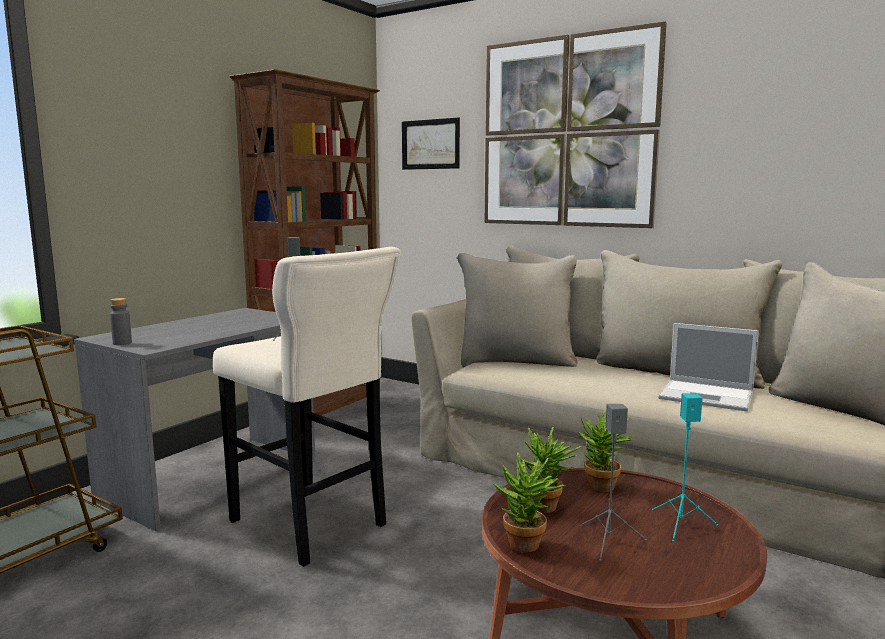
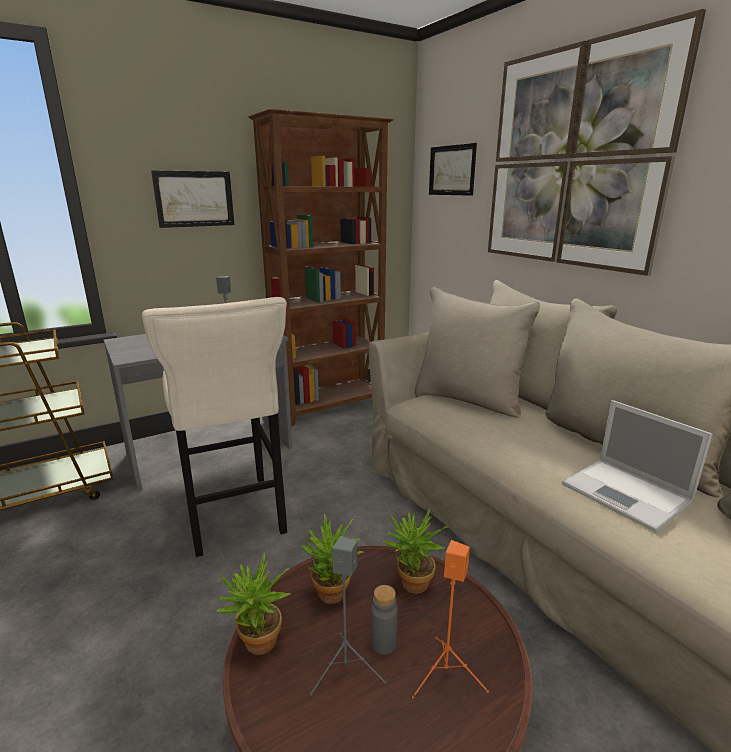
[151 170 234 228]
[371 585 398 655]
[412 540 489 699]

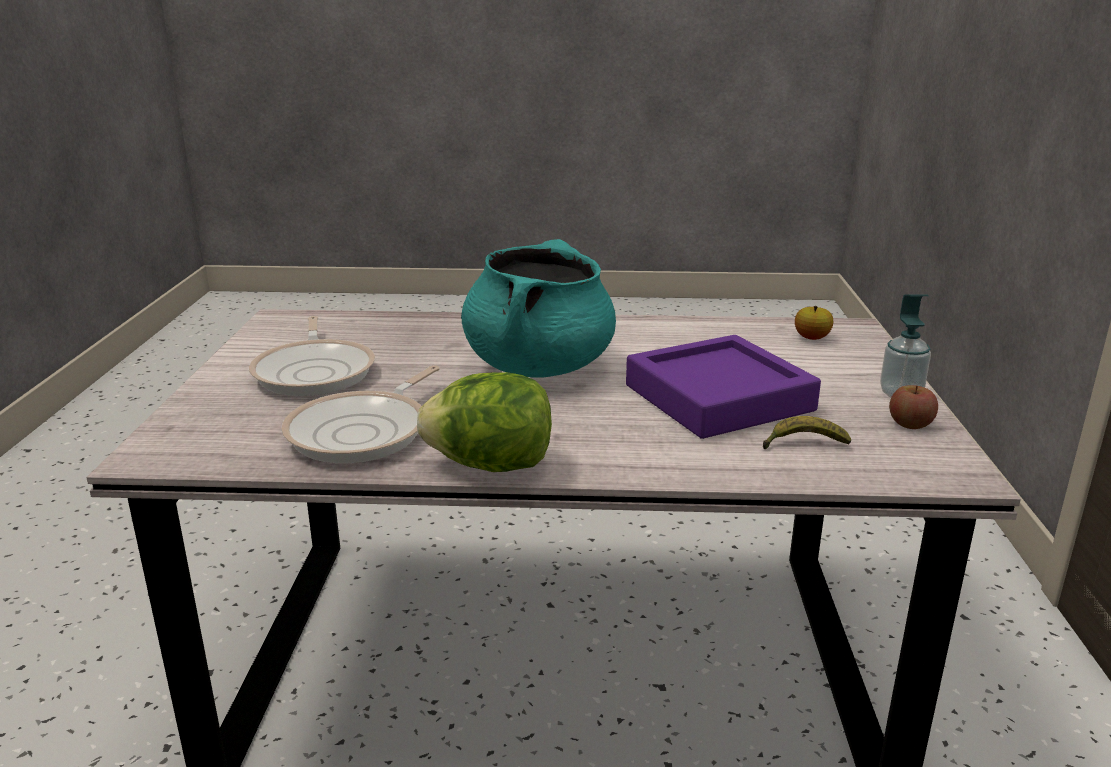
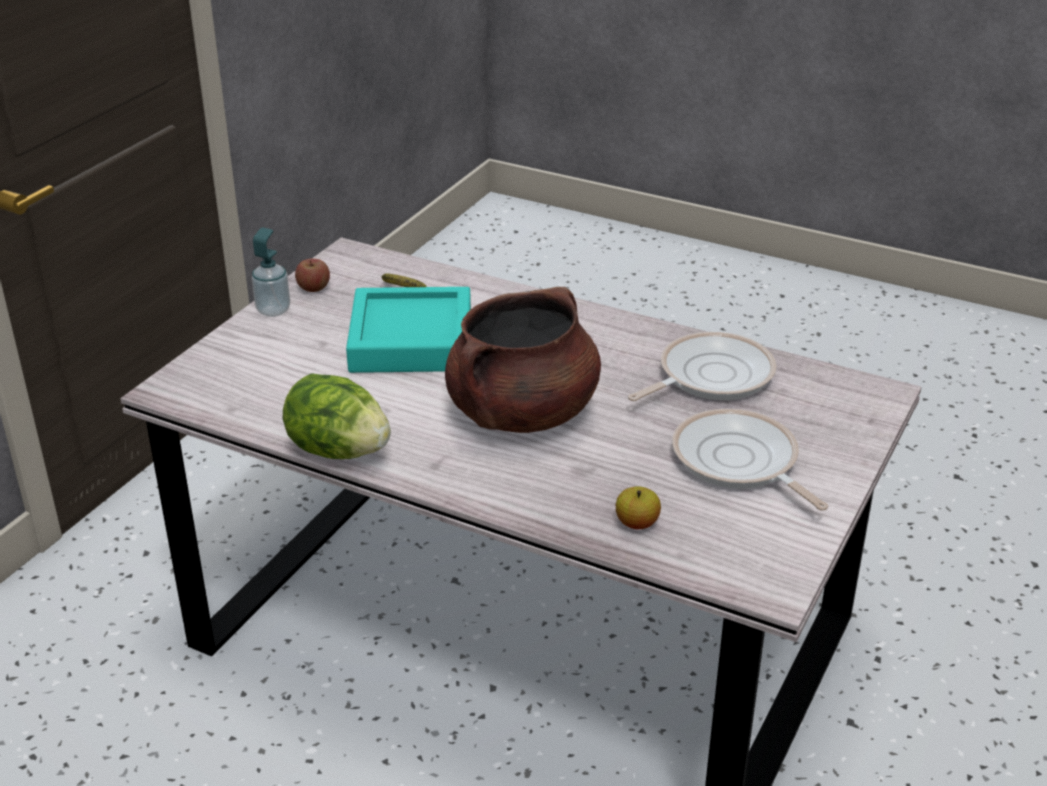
[283 373 391 459]
[346 287 471 373]
[445 287 601 433]
[616 486 661 529]
[672 409 829 511]

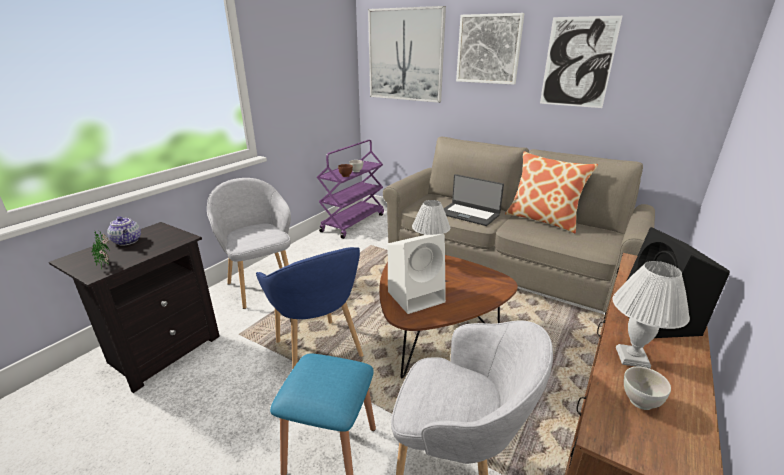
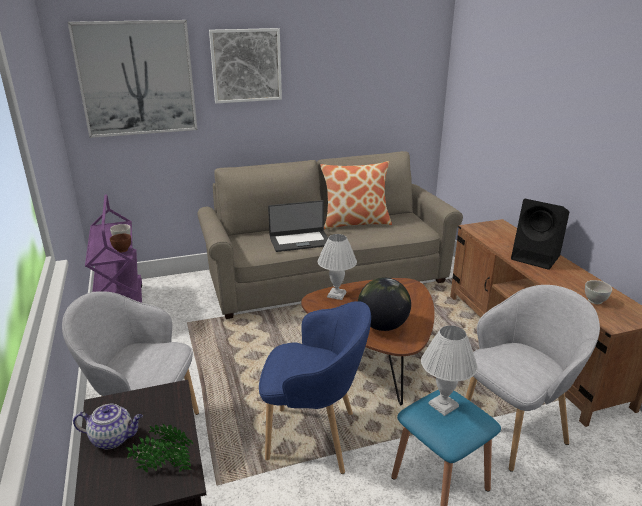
[358 278 411 331]
[421 326 478 416]
[540 16 622 108] (first image)

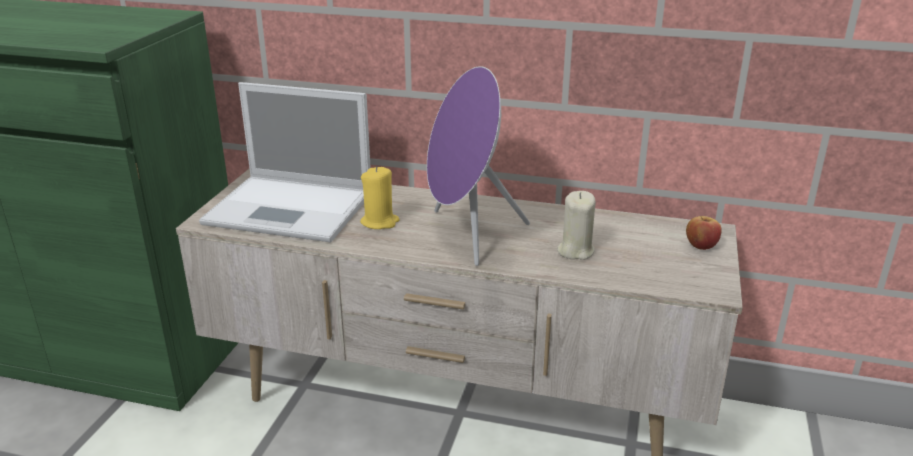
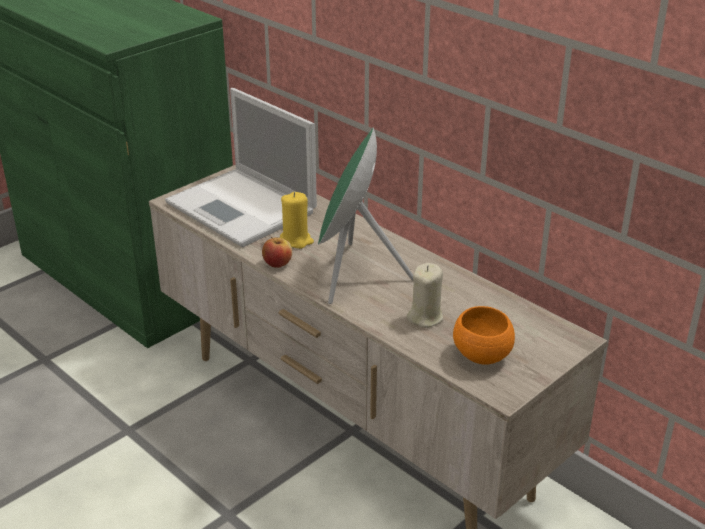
[262 237 292 268]
[318 127 413 304]
[453 306 515 365]

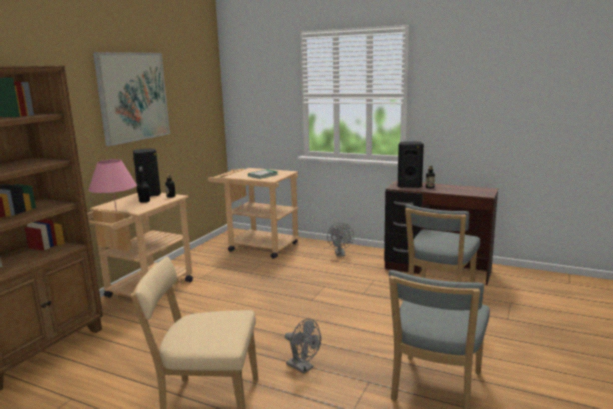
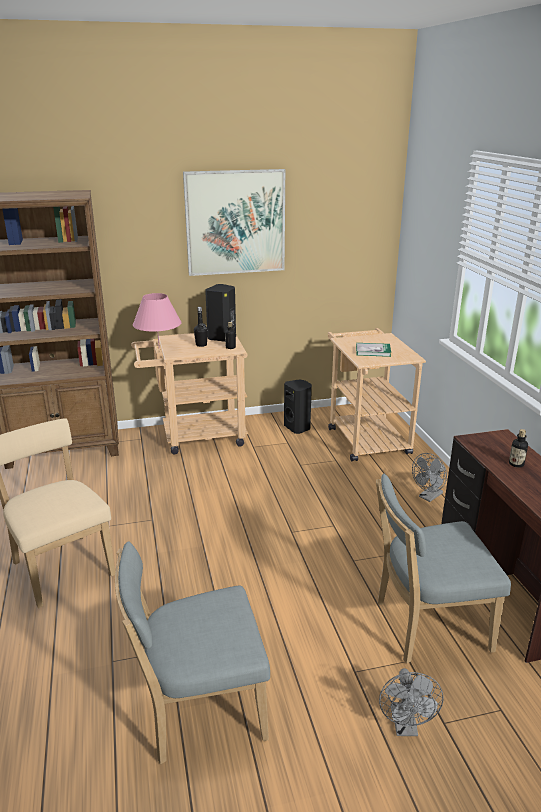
[284 379 312 434]
[379 668 444 736]

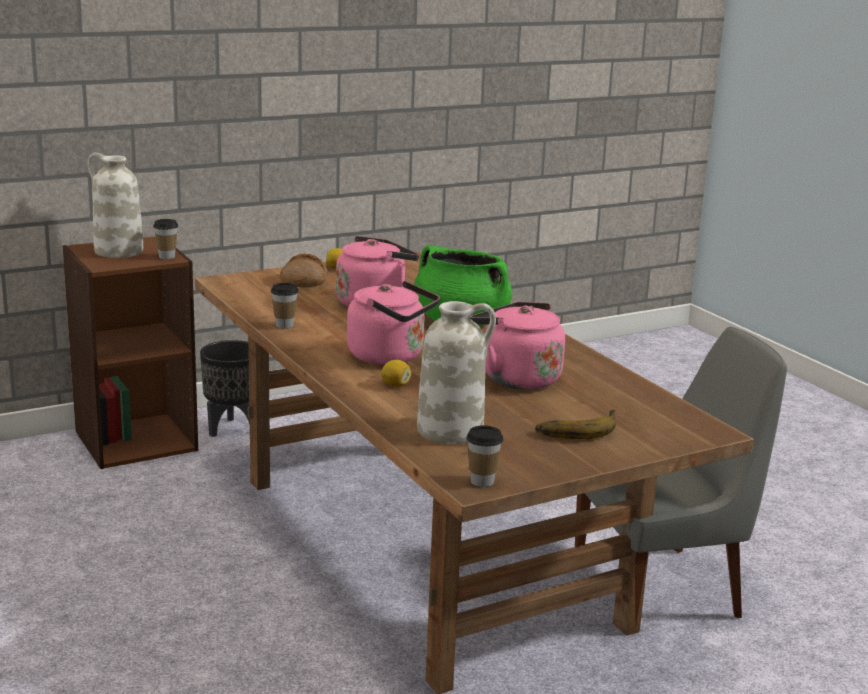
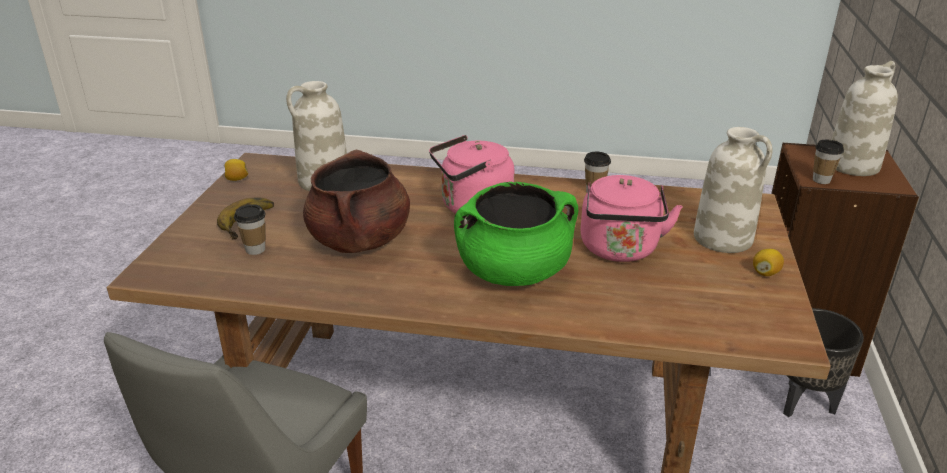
[224 159 249 181]
[234 204 266 255]
[303 150 410 253]
[694 127 773 253]

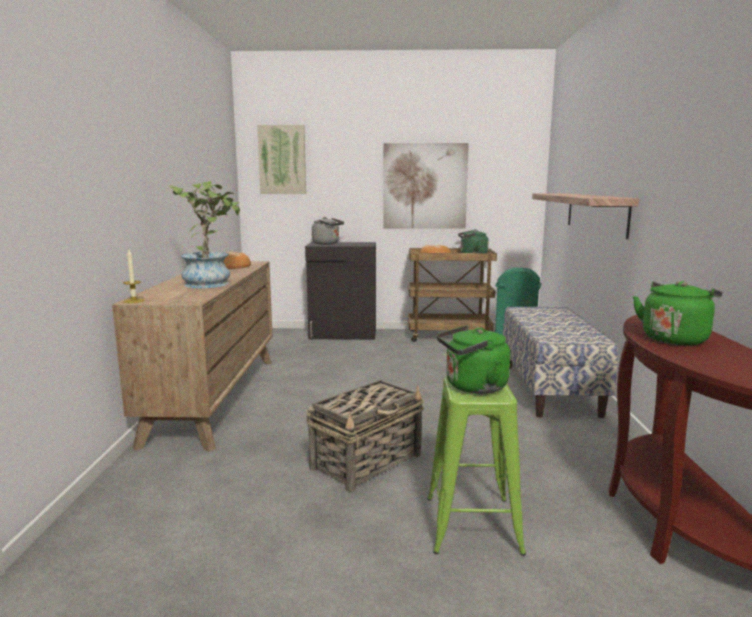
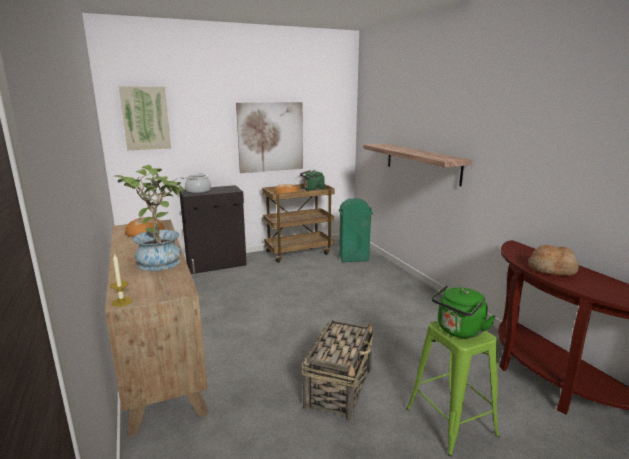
[185 173 211 194]
[528 245 579 276]
[503 307 618 418] (first image)

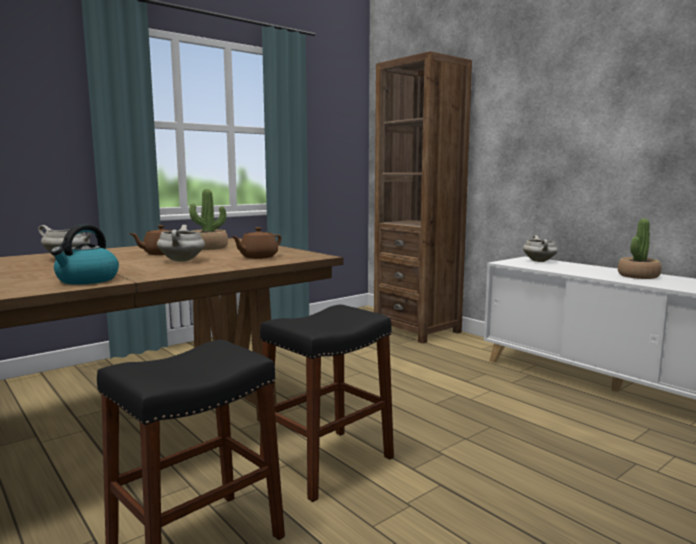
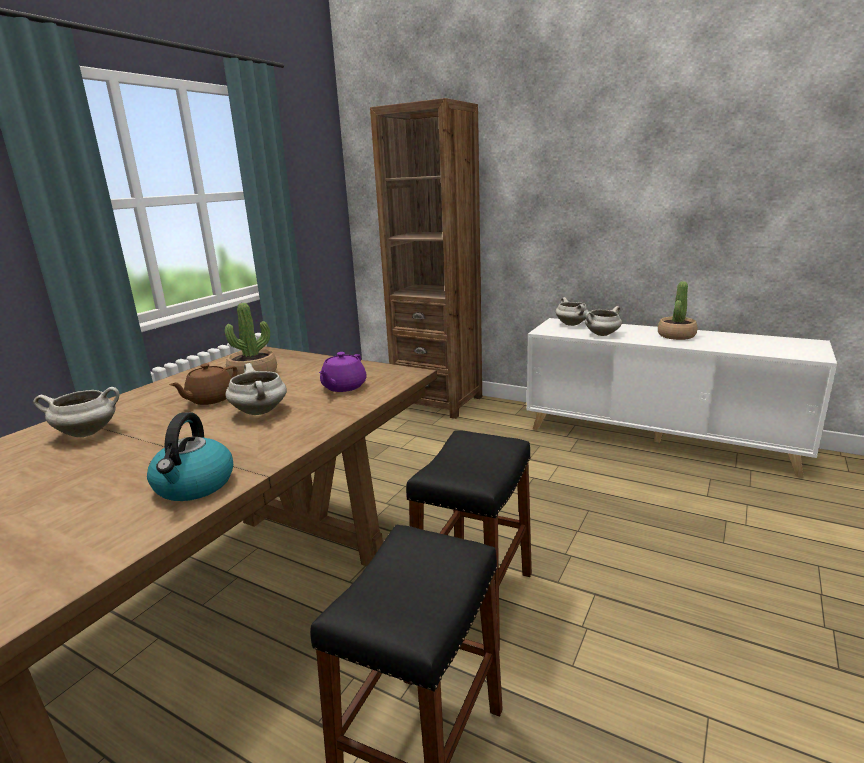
[319 352 367 392]
[585 306 622 336]

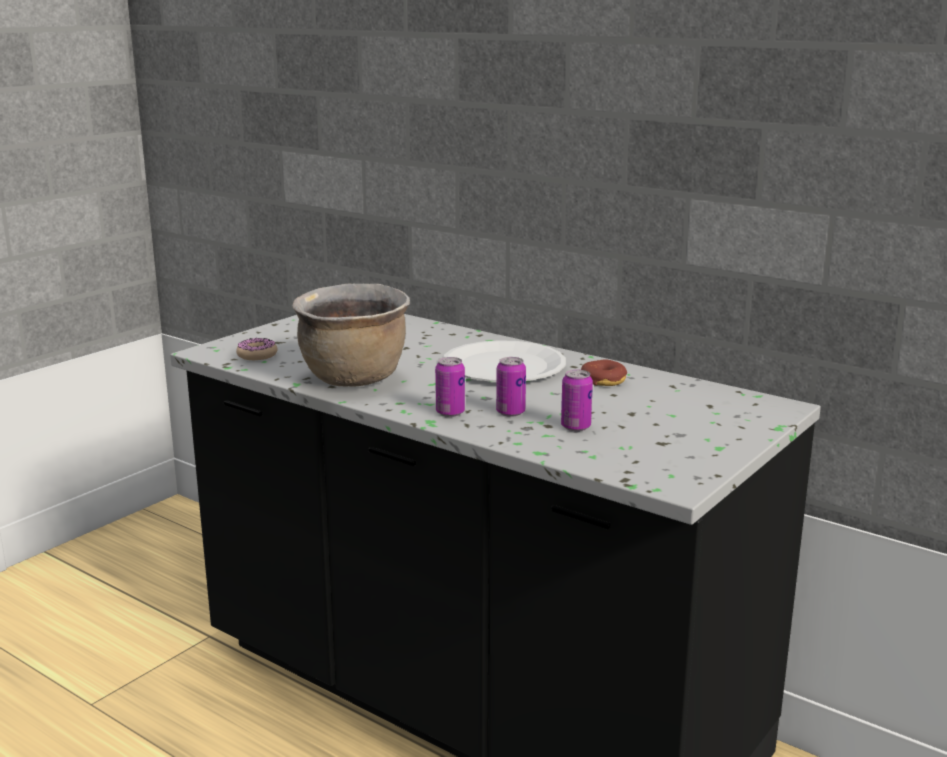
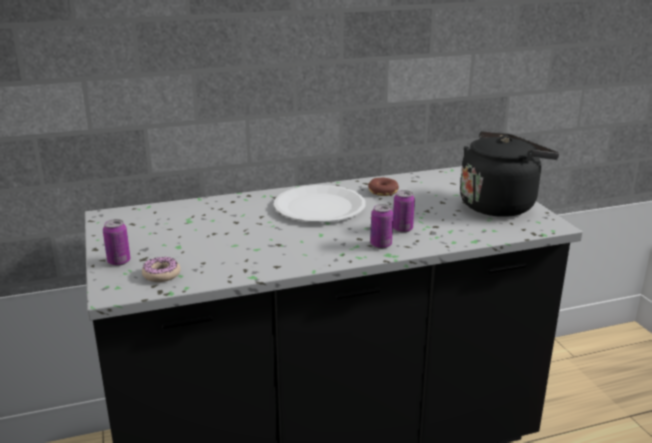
[103 219 130 266]
[460 131 560 217]
[293 283 410 387] (first image)

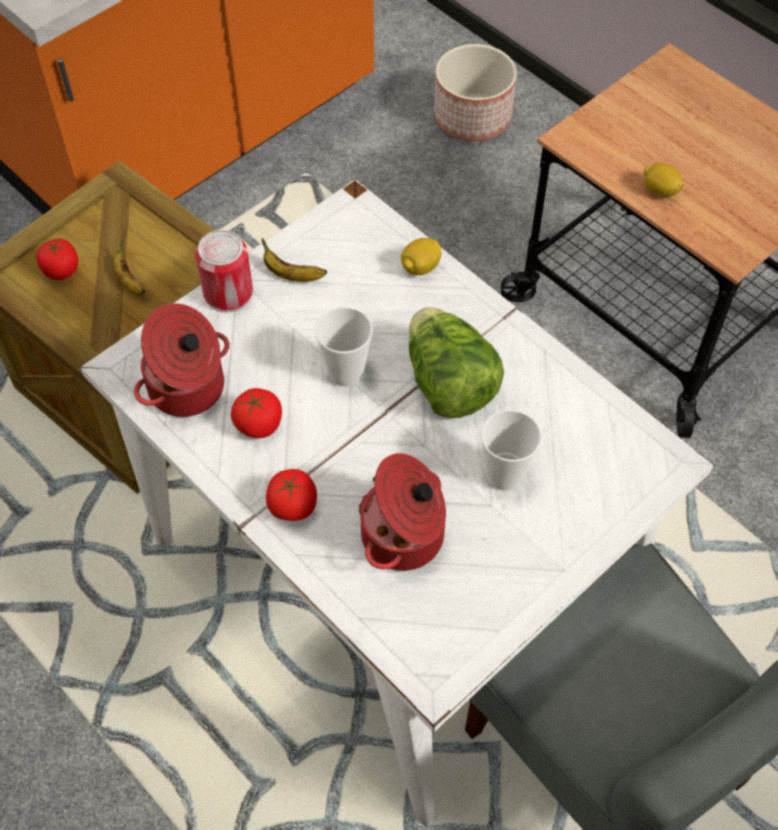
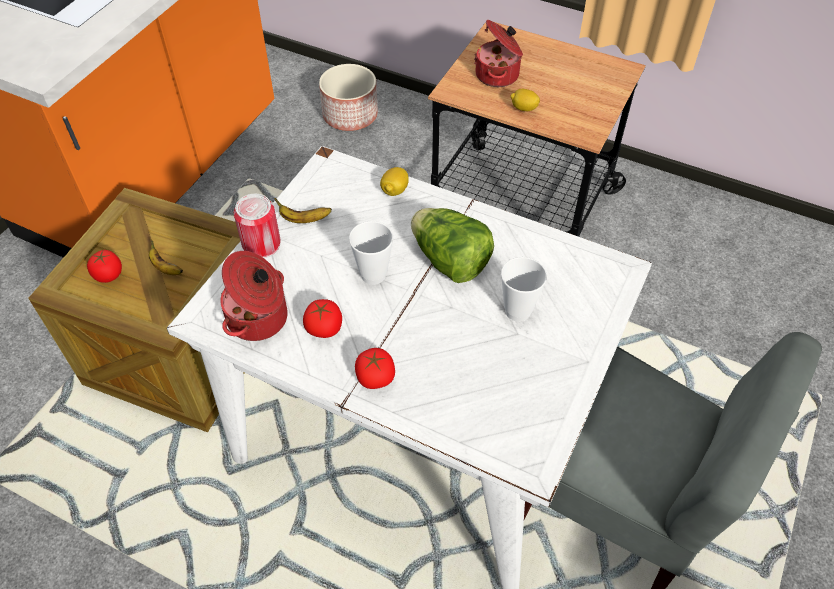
[474 20 523 87]

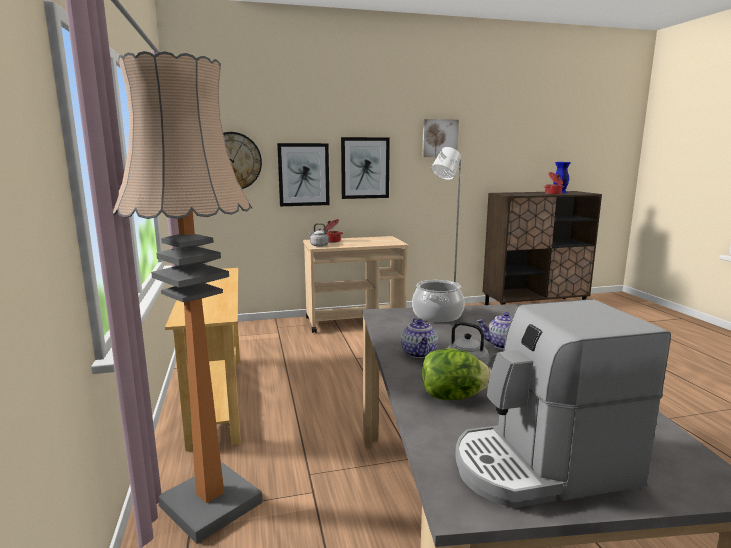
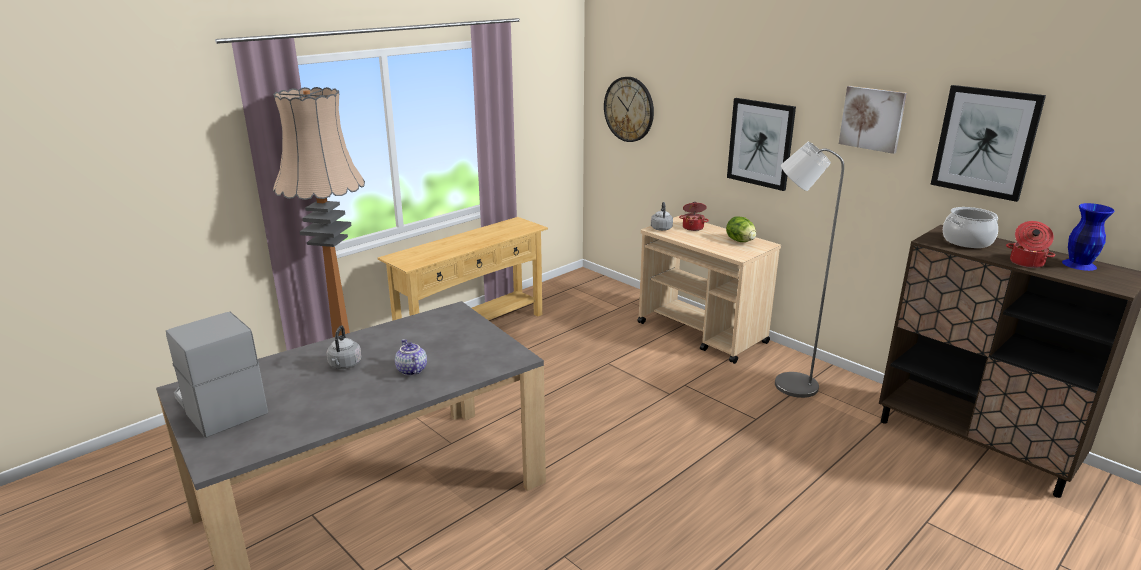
[726 216 756 242]
[930 85 1046 202]
[943 207 998 248]
[401 318 438 358] (first image)

